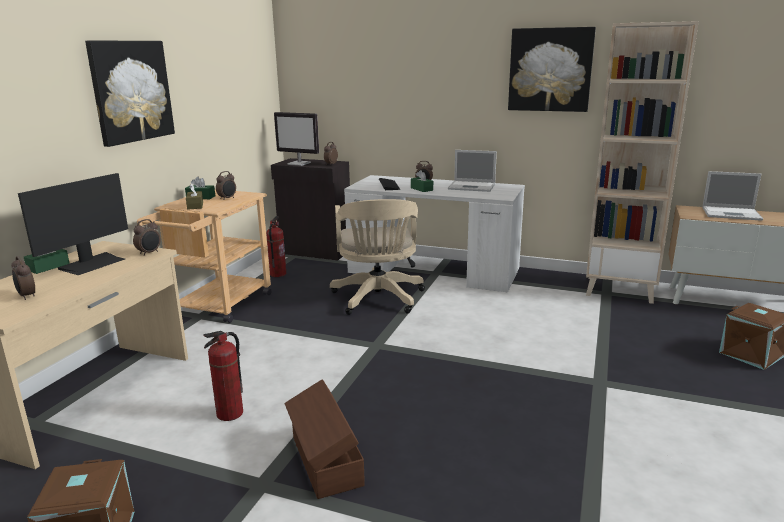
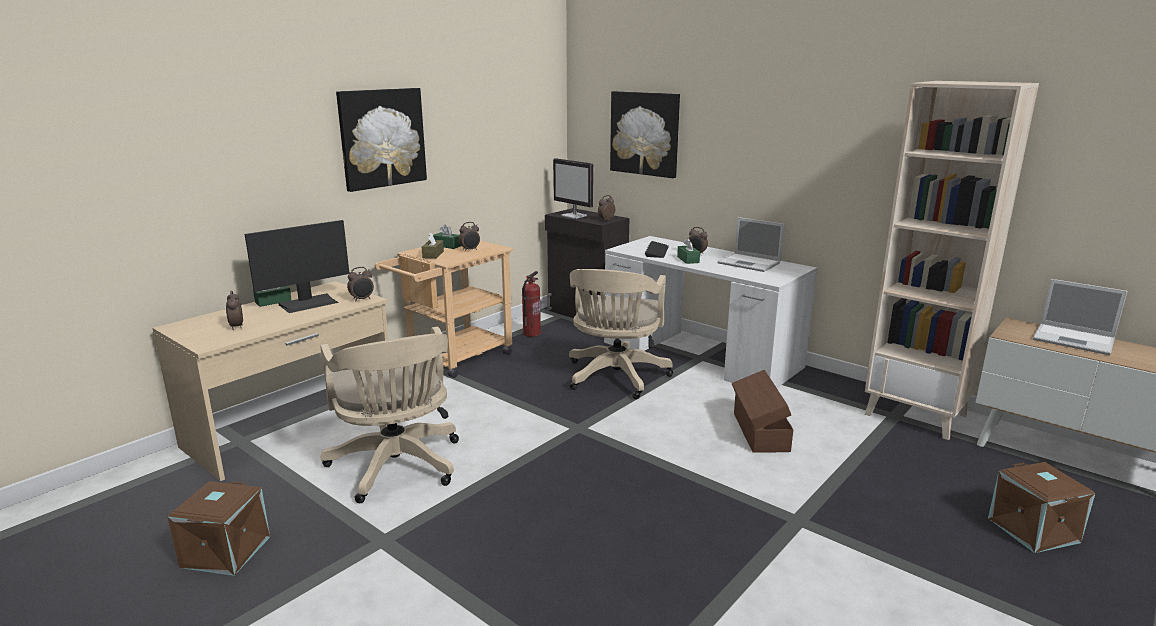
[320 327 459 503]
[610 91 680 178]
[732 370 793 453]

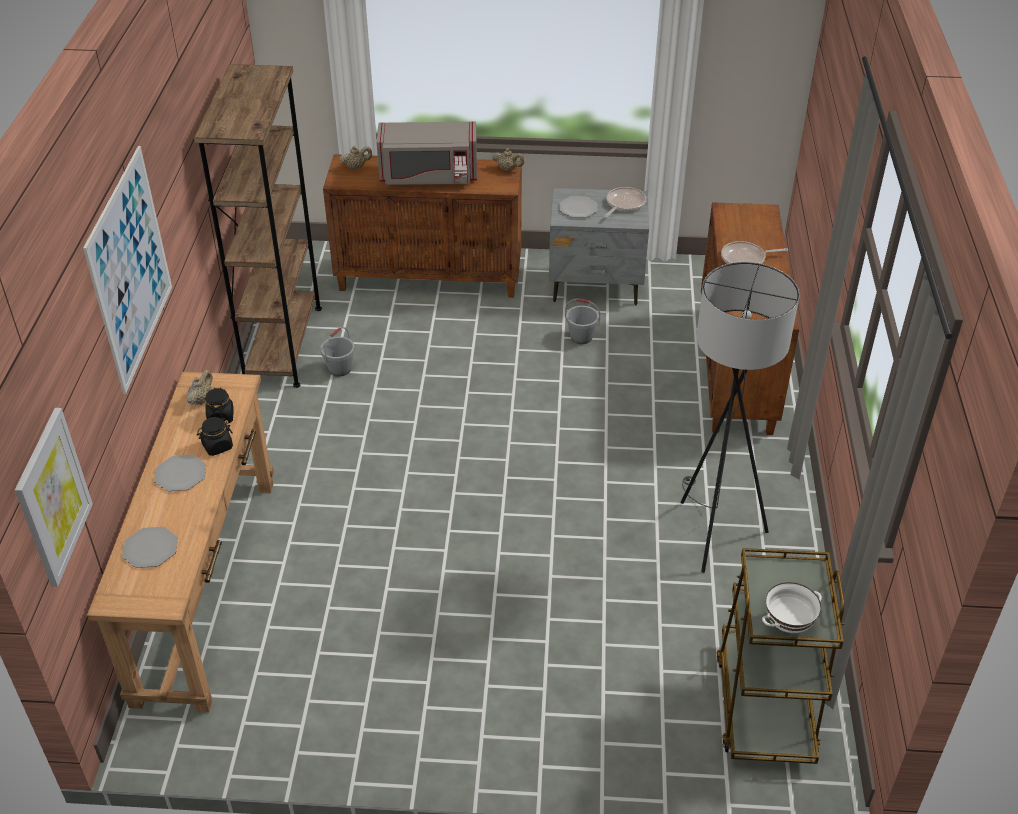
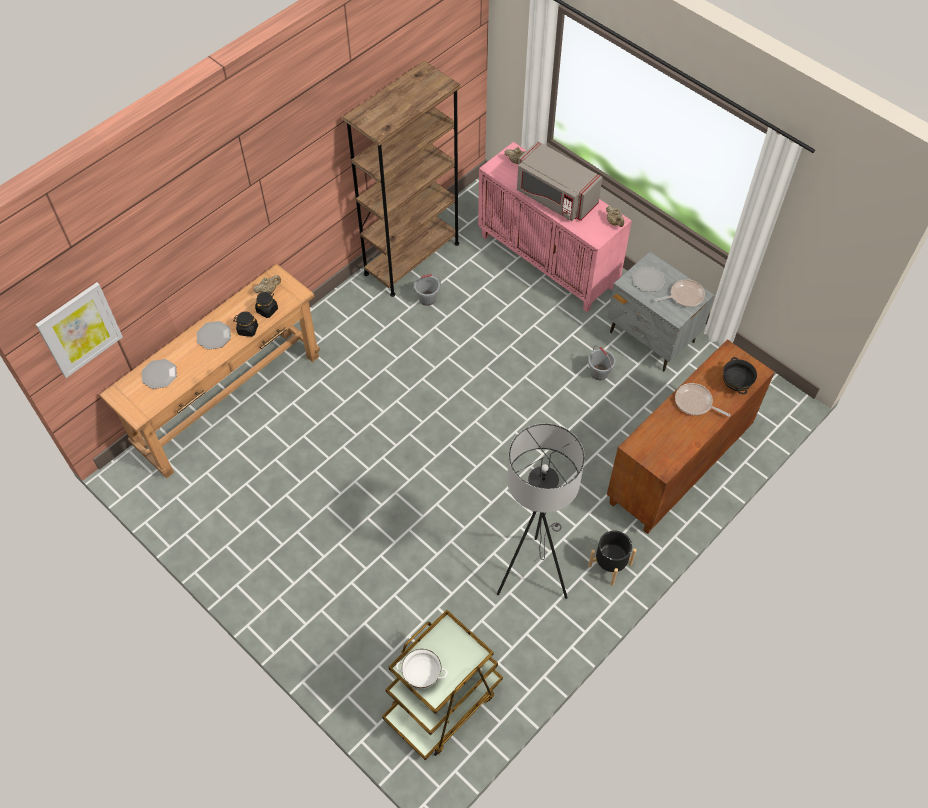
[478 142 632 312]
[588 530 637 586]
[723 357 757 394]
[83 146 172 394] (first image)

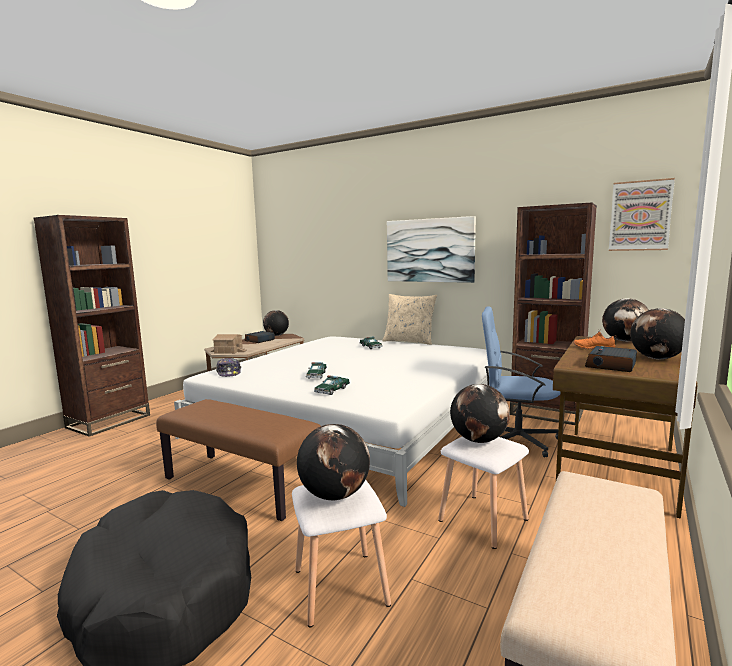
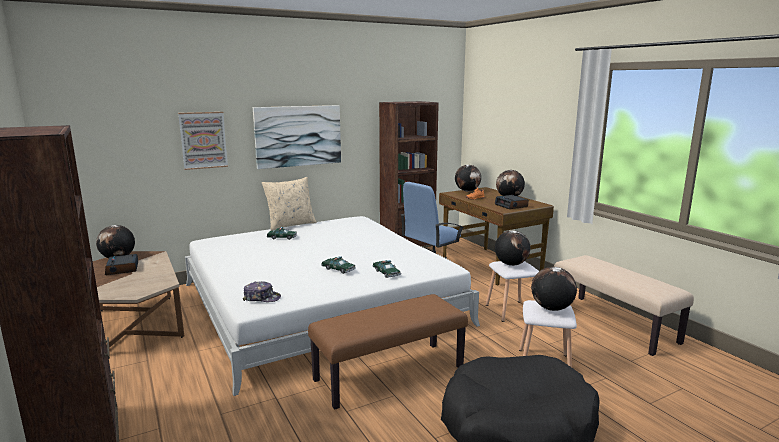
[178 112 228 170]
[211 334 247 354] (first image)

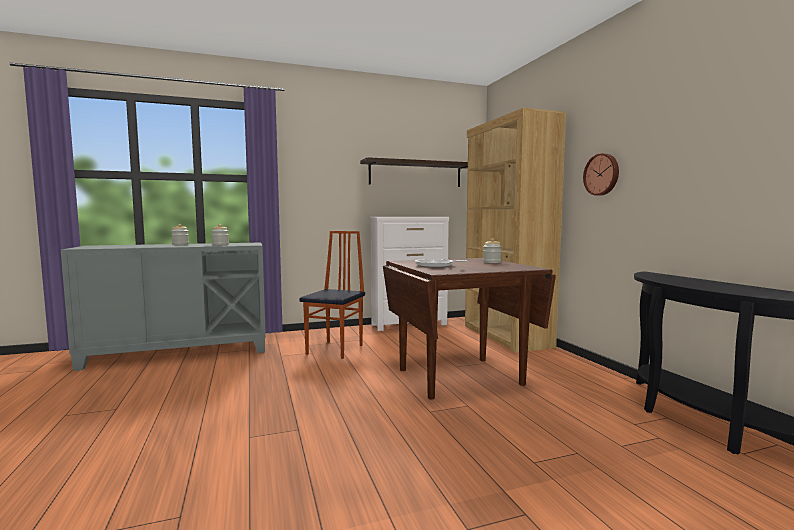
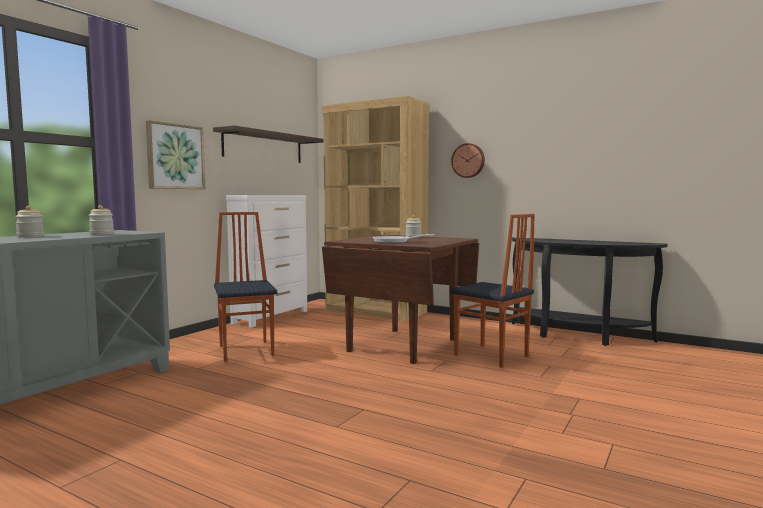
[146 120 205 189]
[450 214 535 368]

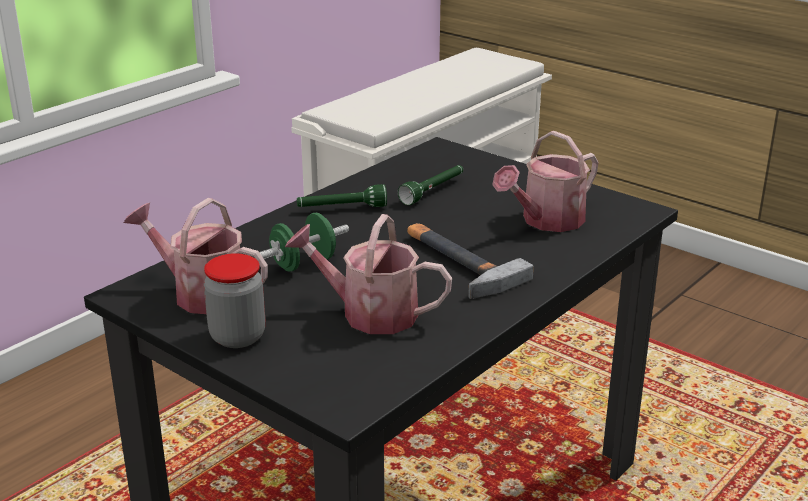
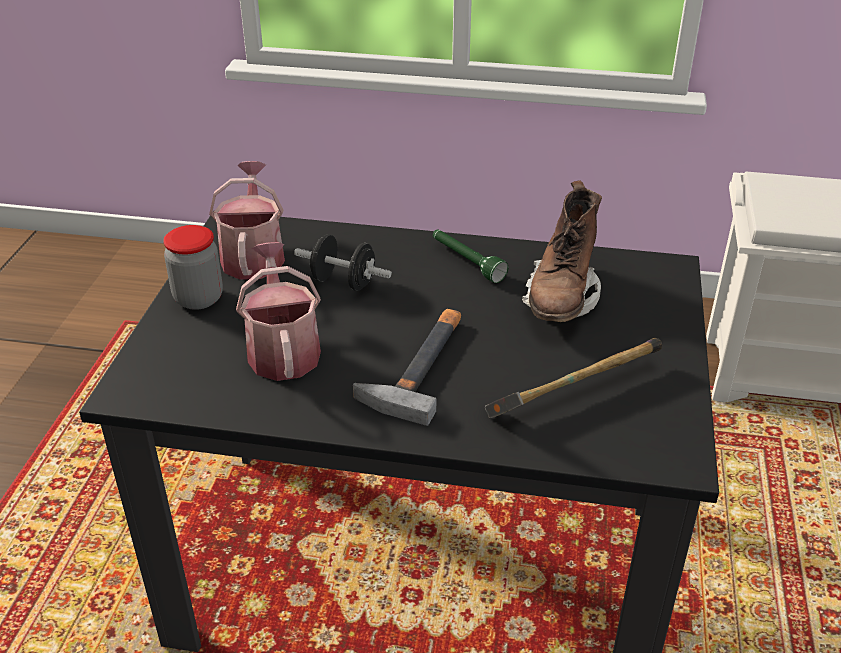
[294 234 392 291]
[485 338 662 419]
[522 180 602 322]

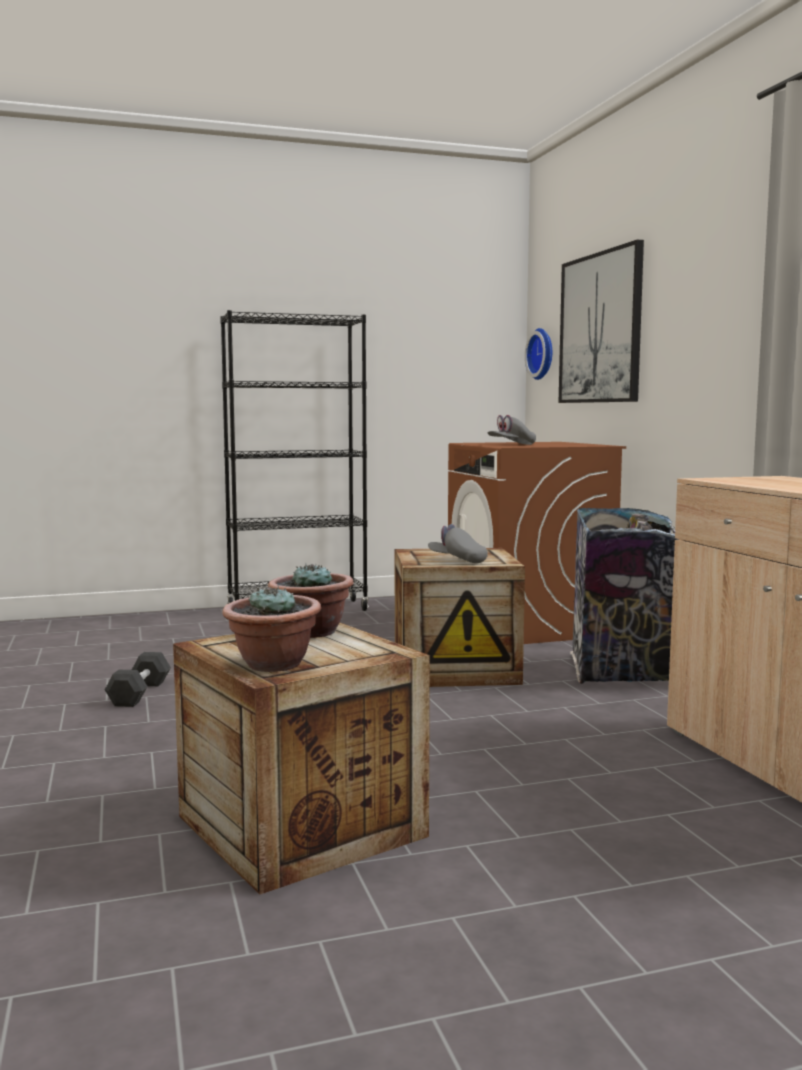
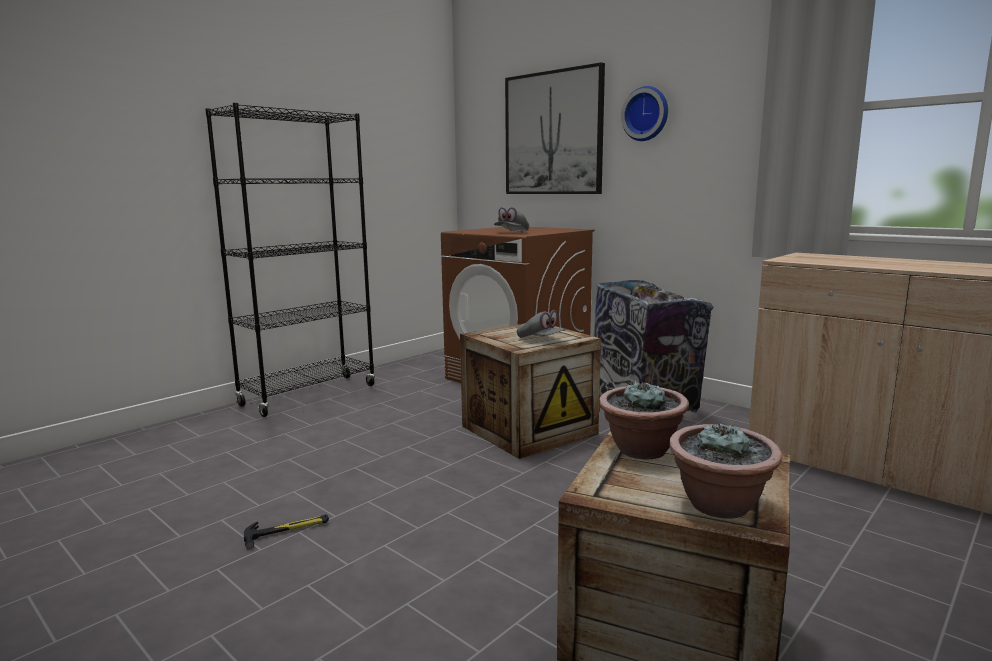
[244 514 329 549]
[517 310 567 338]
[621 86 668 141]

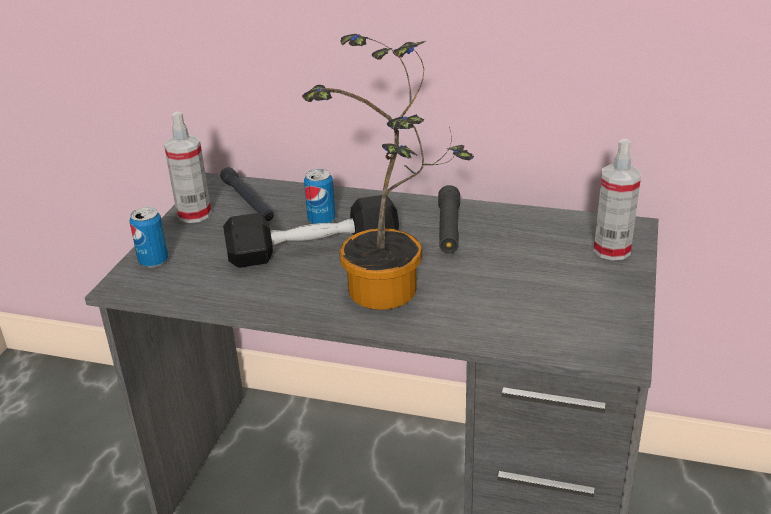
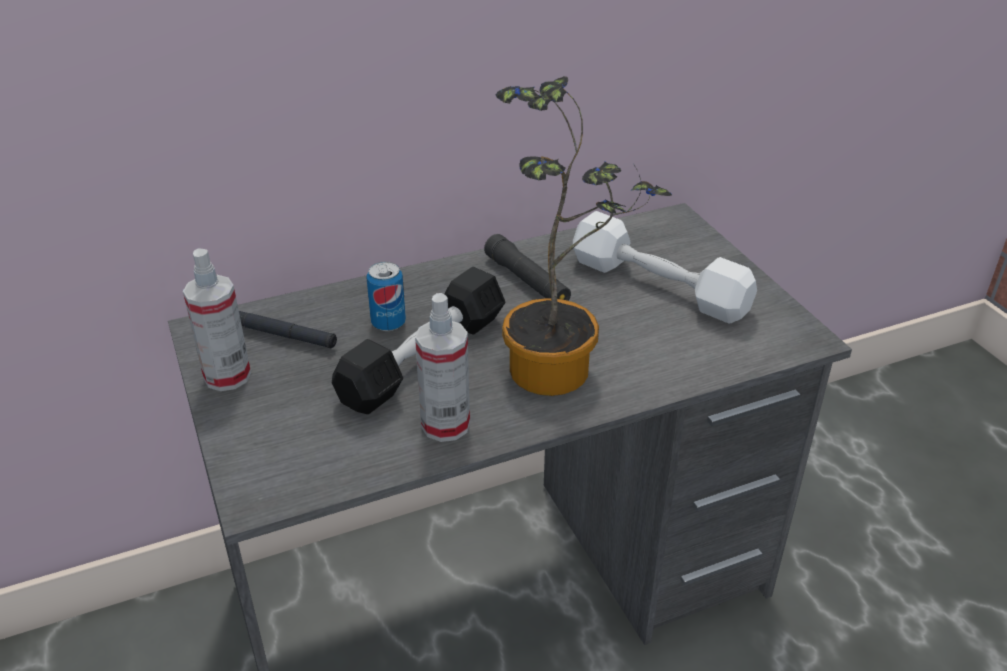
[415 293 470 442]
[573 211 757 323]
[129 207 168 267] (first image)

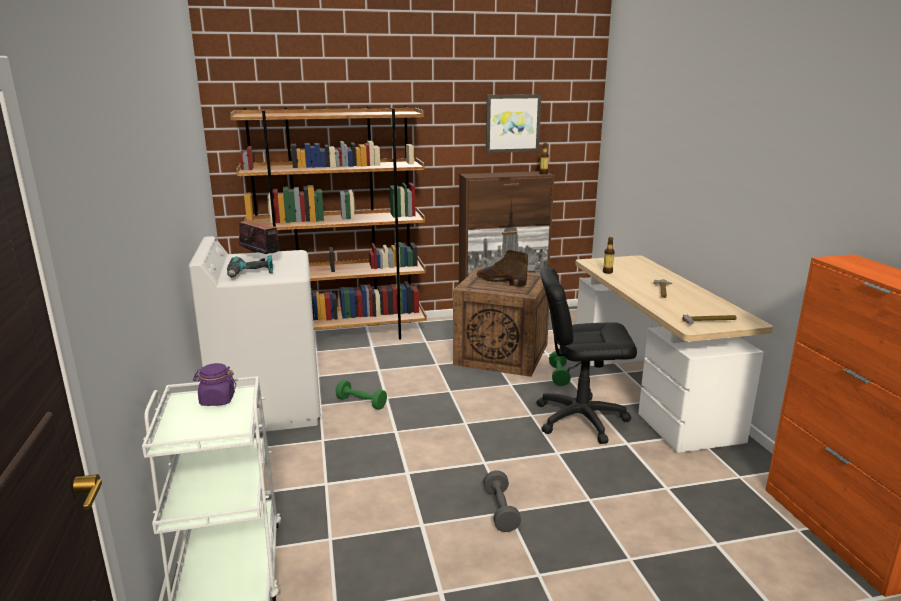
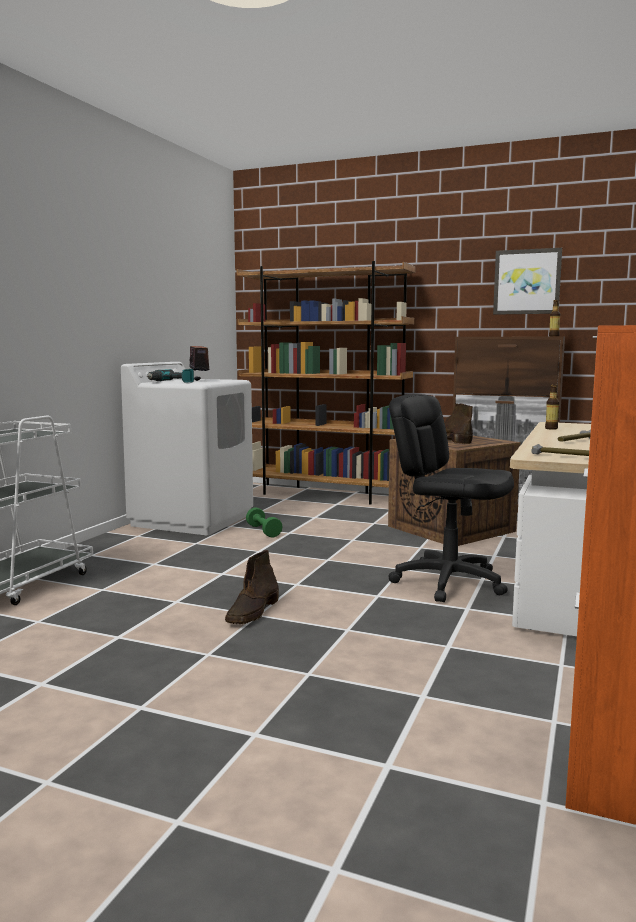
[225 550 279 624]
[193 363 237 406] (first image)
[549 351 571 386] (first image)

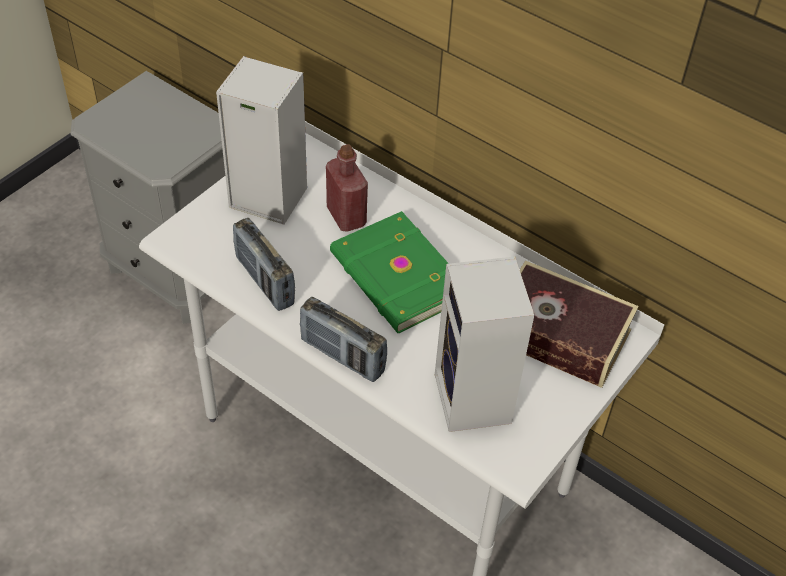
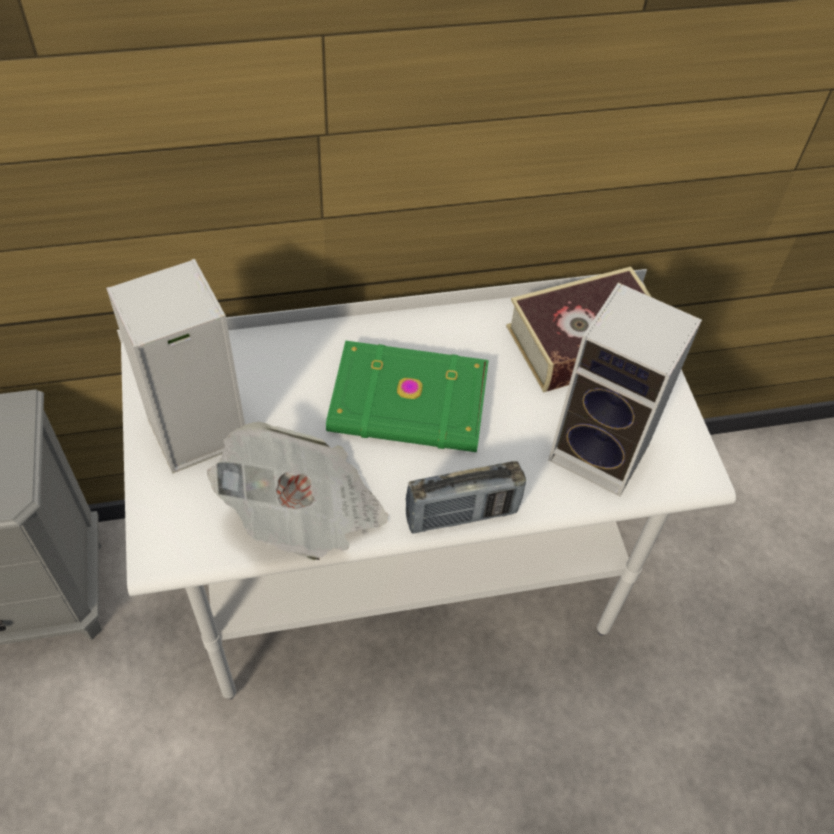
[207 422 388 560]
[326 144 368 231] (first image)

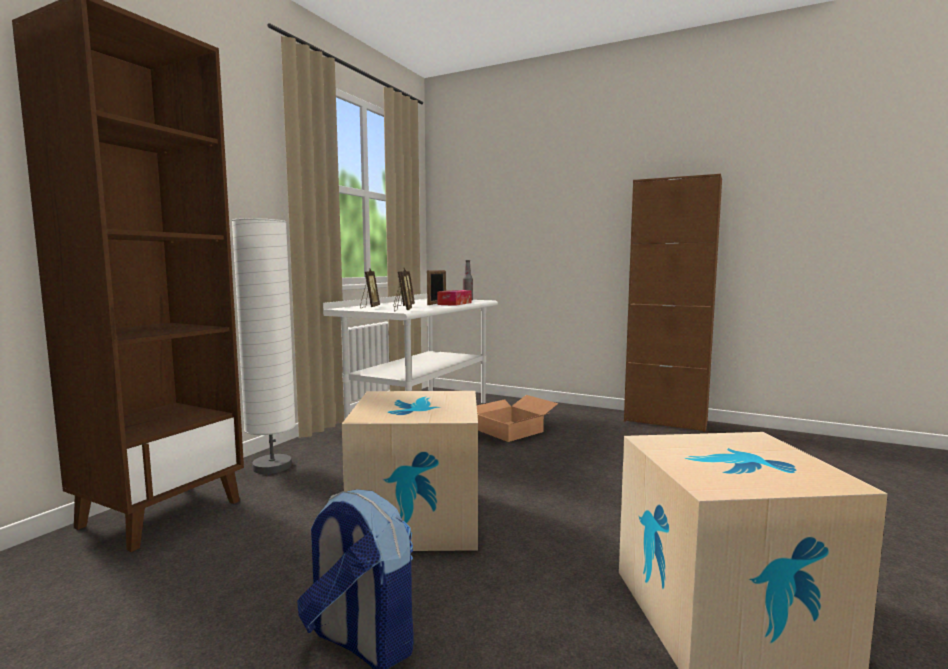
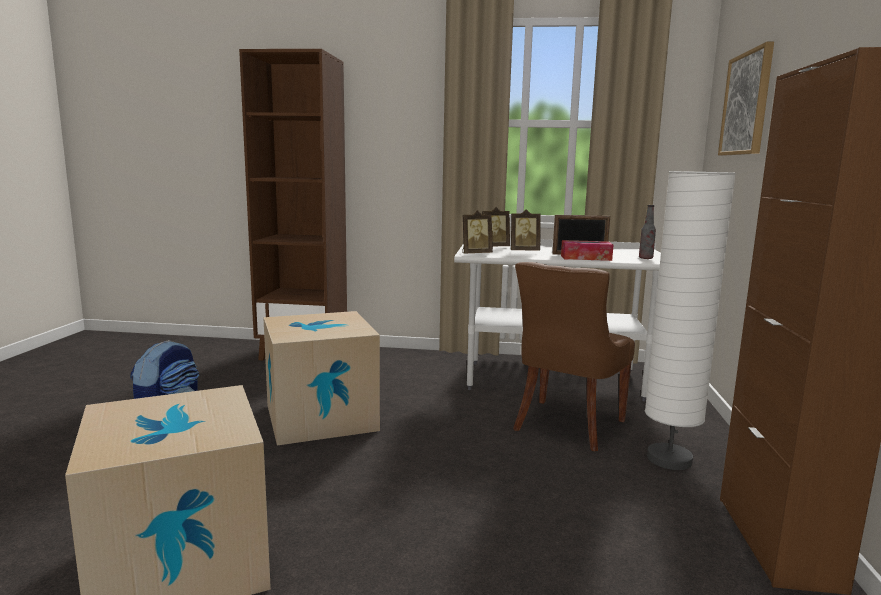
[513 262 635 451]
[645 171 736 470]
[718 42 774 156]

